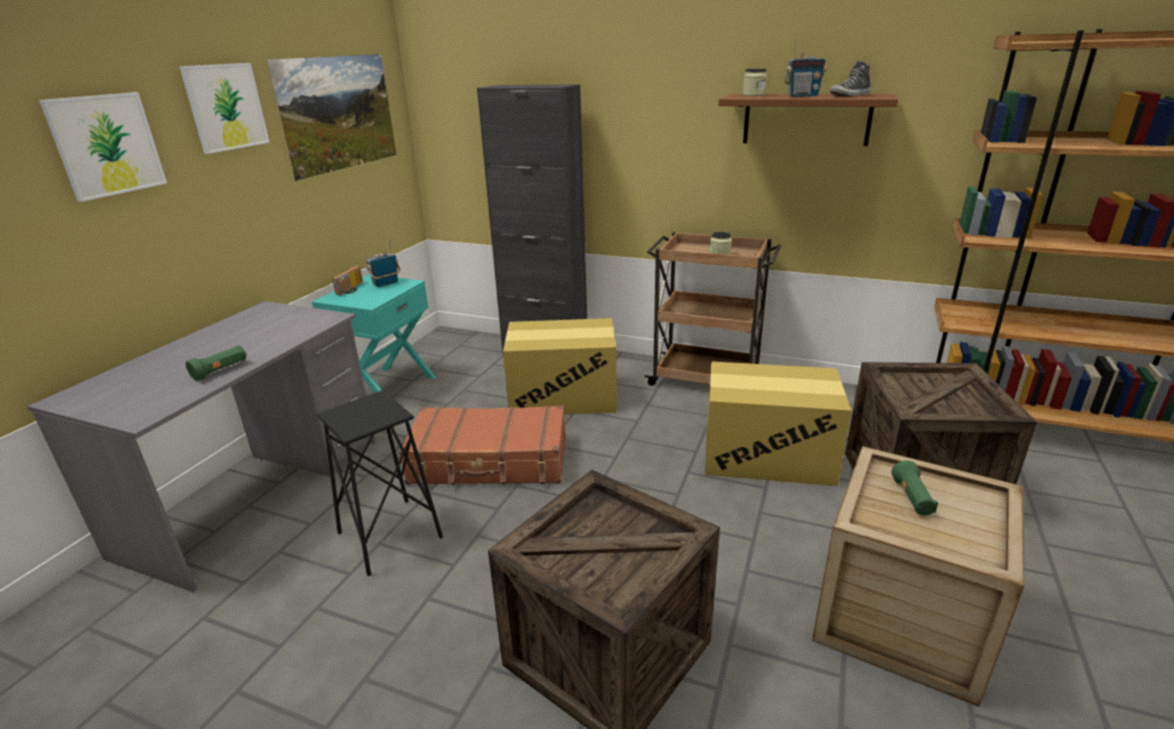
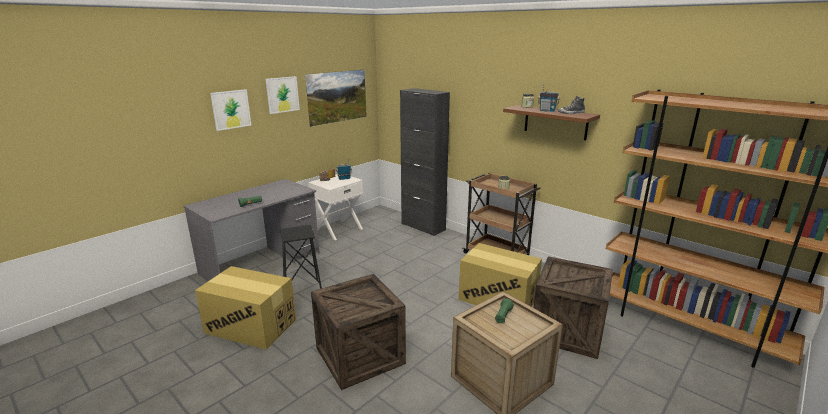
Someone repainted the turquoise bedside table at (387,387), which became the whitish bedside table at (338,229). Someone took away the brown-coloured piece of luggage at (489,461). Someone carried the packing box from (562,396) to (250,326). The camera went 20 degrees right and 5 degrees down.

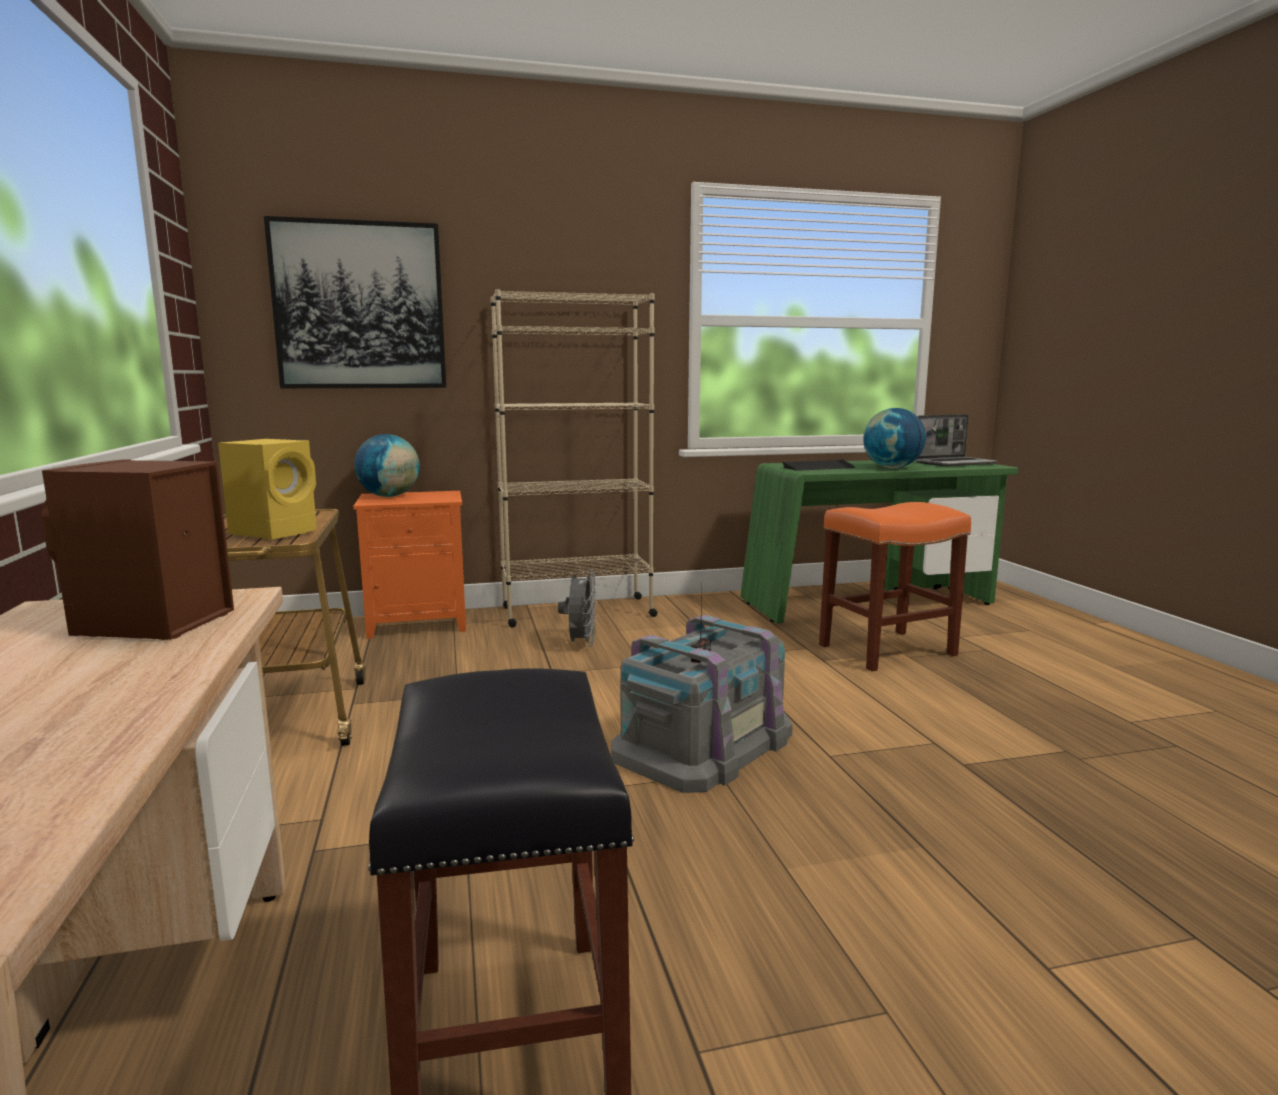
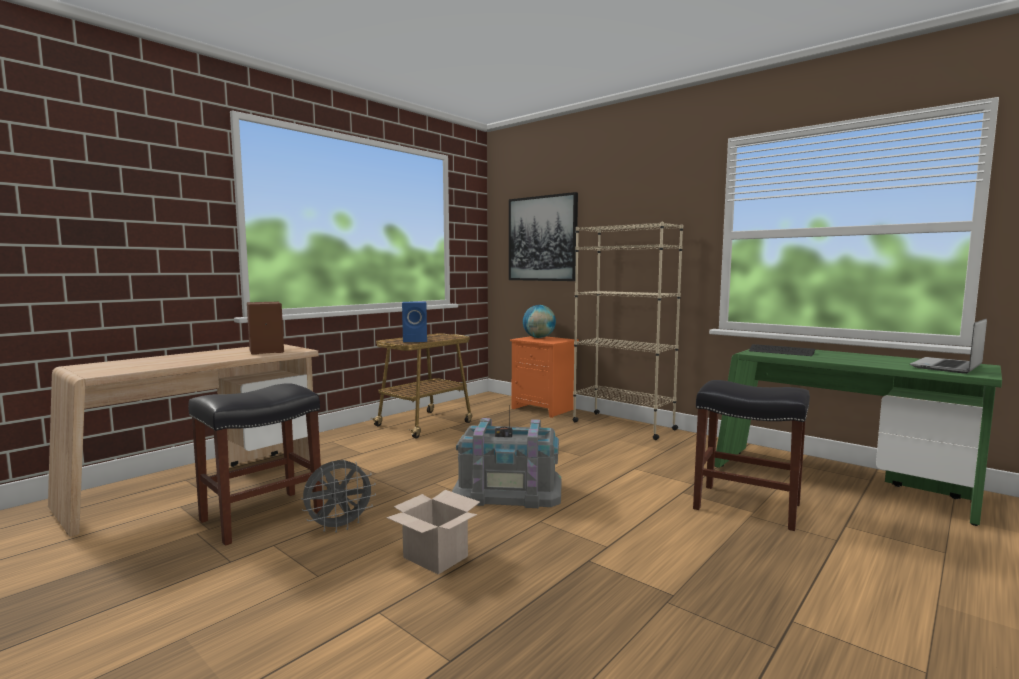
Someone repainted the yellow loudspeaker at (276,532), which became the blue-coloured loudspeaker at (416,340). Someone carried the gray cooling fan from (581,644) to (339,527). Someone repainted the orange-coloured stool at (886,650), which became the blackish stool at (745,506). Someone took away the globe at (892,468). Someone rotated the notebook computer at (955,463) by 105 degrees clockwise. Someone put down the packing box at (433,557). The camera went 55 degrees right and 5 degrees down.

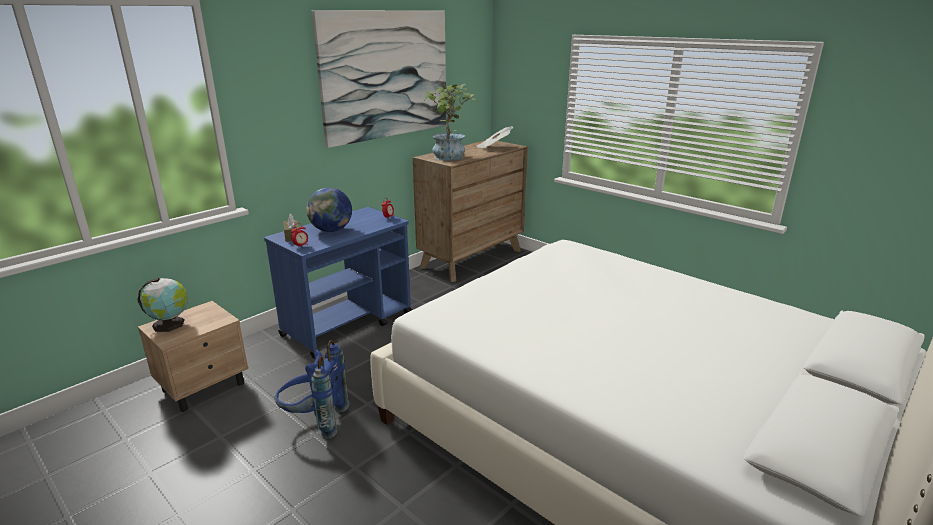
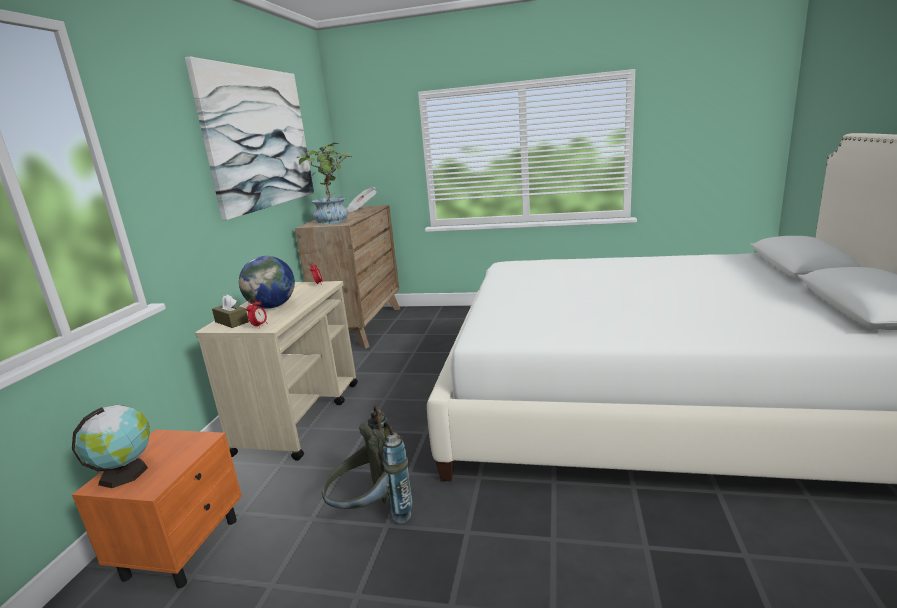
Someone repainted the beige bedside table at (205,386), which became the orange-coloured bedside table at (184,546). Someone repainted the blue-coloured cart at (348,324), which became the beige cart at (300,416). Someone repainted the blue-coloured rucksack at (314,421), which became the gray rucksack at (371,514). The camera went 30 degrees left and 5 degrees down.

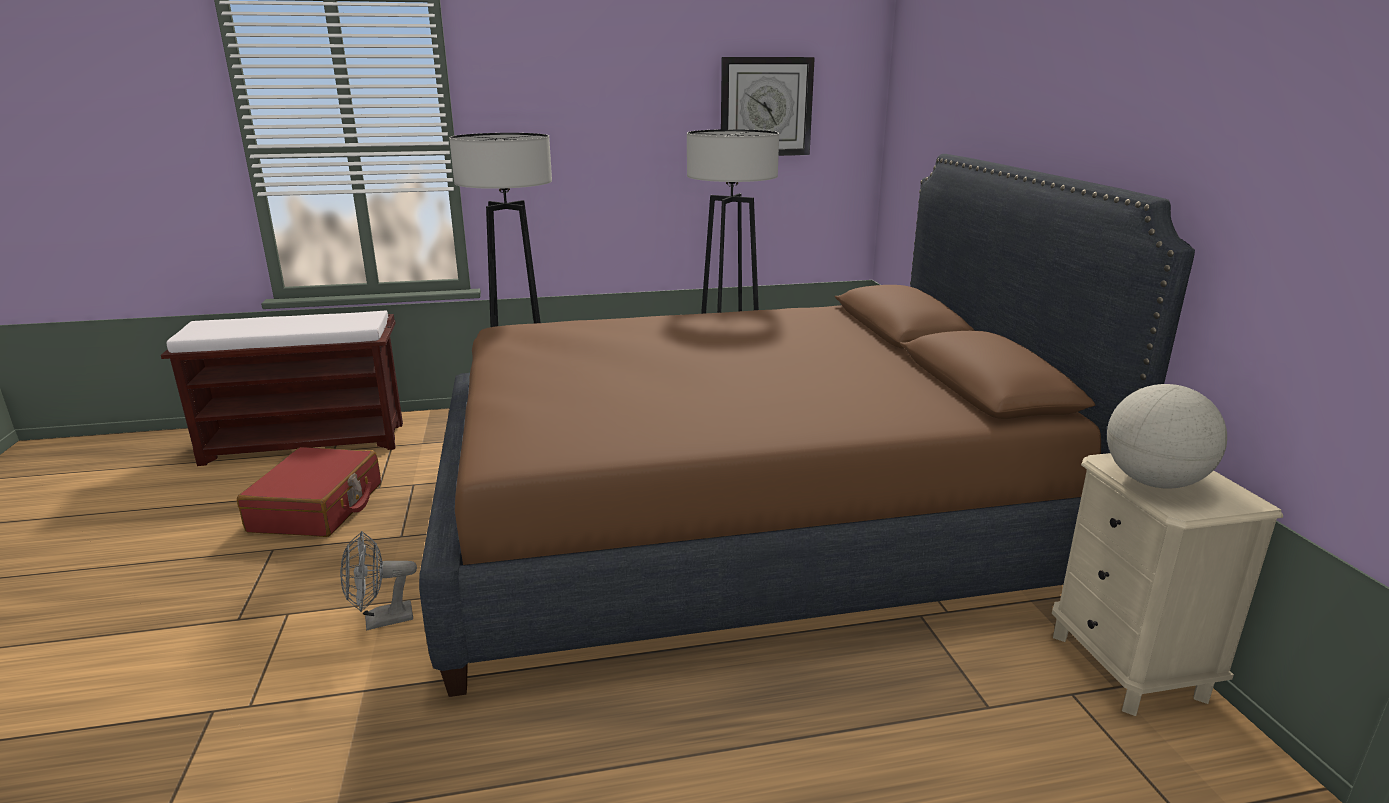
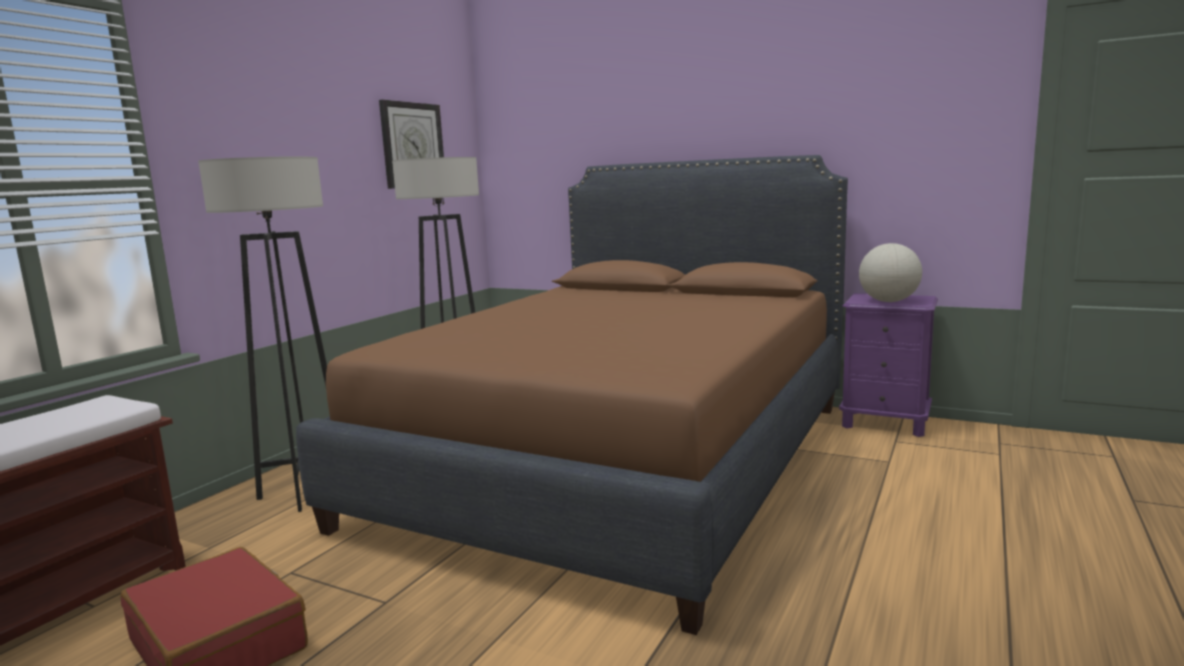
Someone took away the gray cooling fan at (380,621). Someone repainted the beige bedside table at (1128,666), which became the purple-coloured bedside table at (885,423). The camera went 50 degrees left and 10 degrees down.

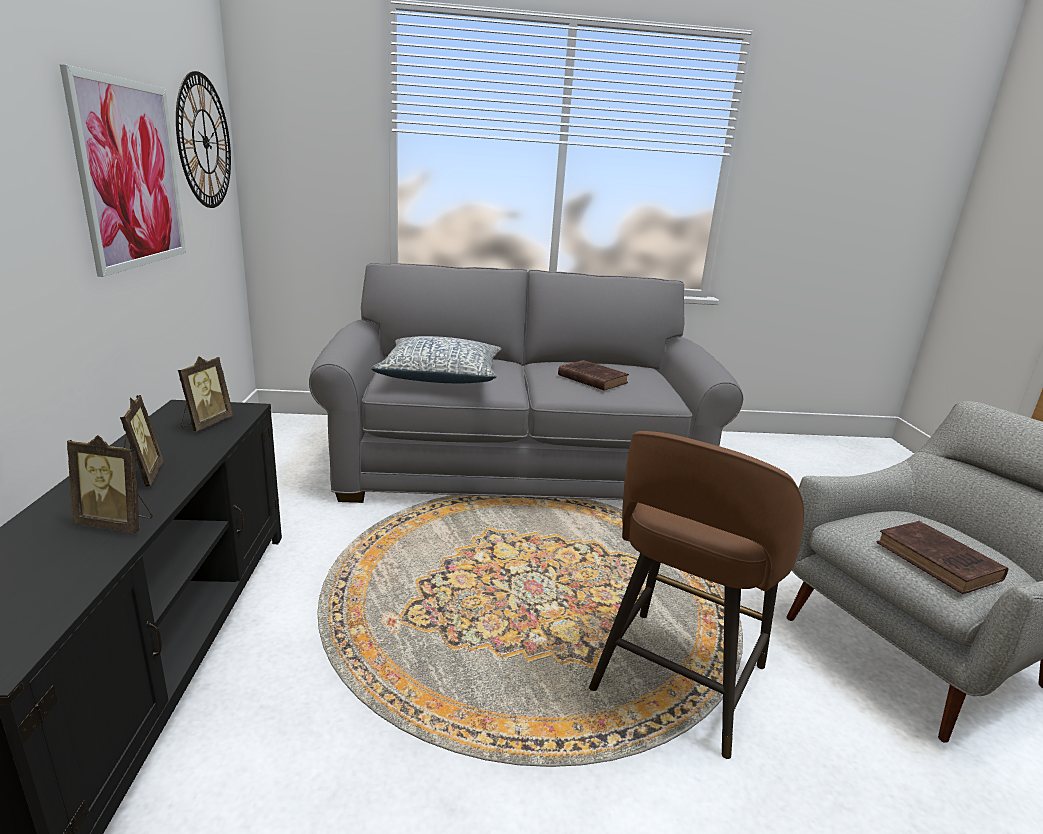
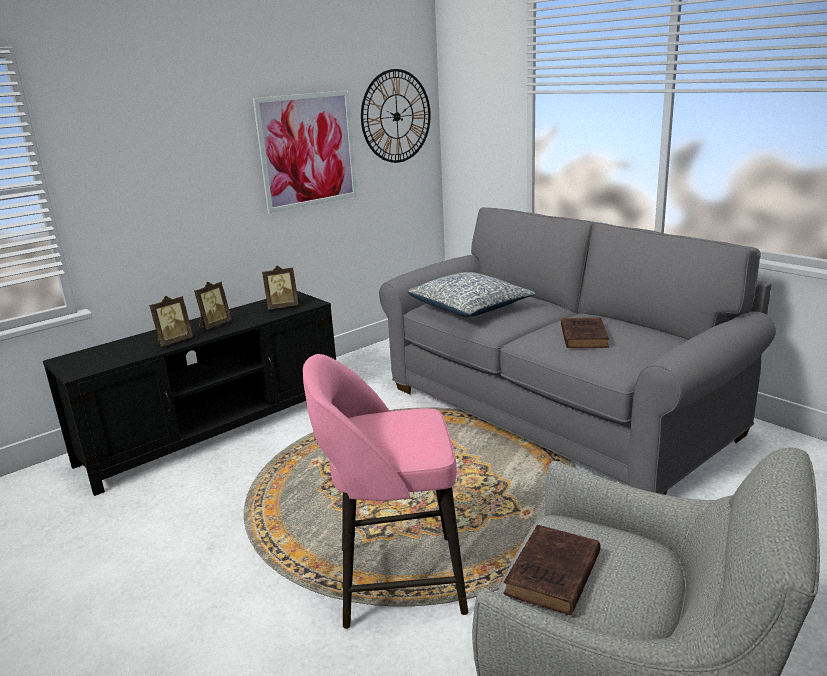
Someone rotated the photo frame at (118,523) by 105 degrees counterclockwise. Someone repainted the brown-coloured stool at (676,681), which became the pink stool at (395,580). The camera went 55 degrees right and 0 degrees up.

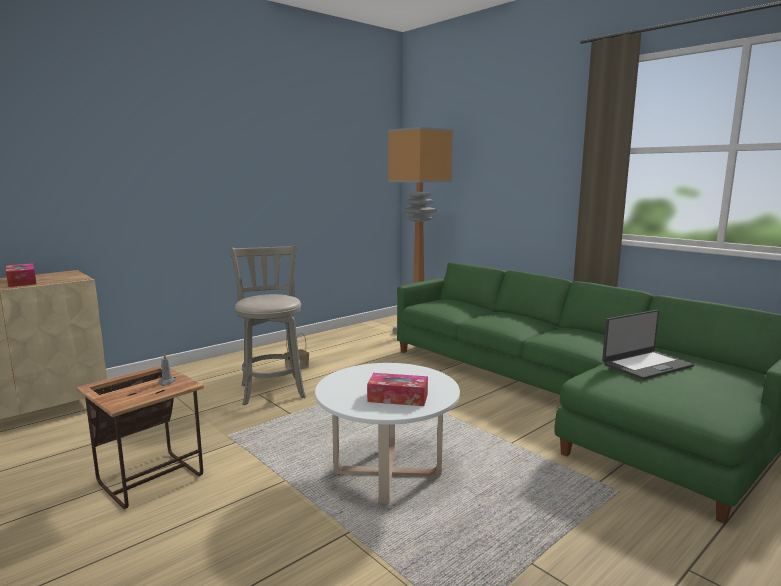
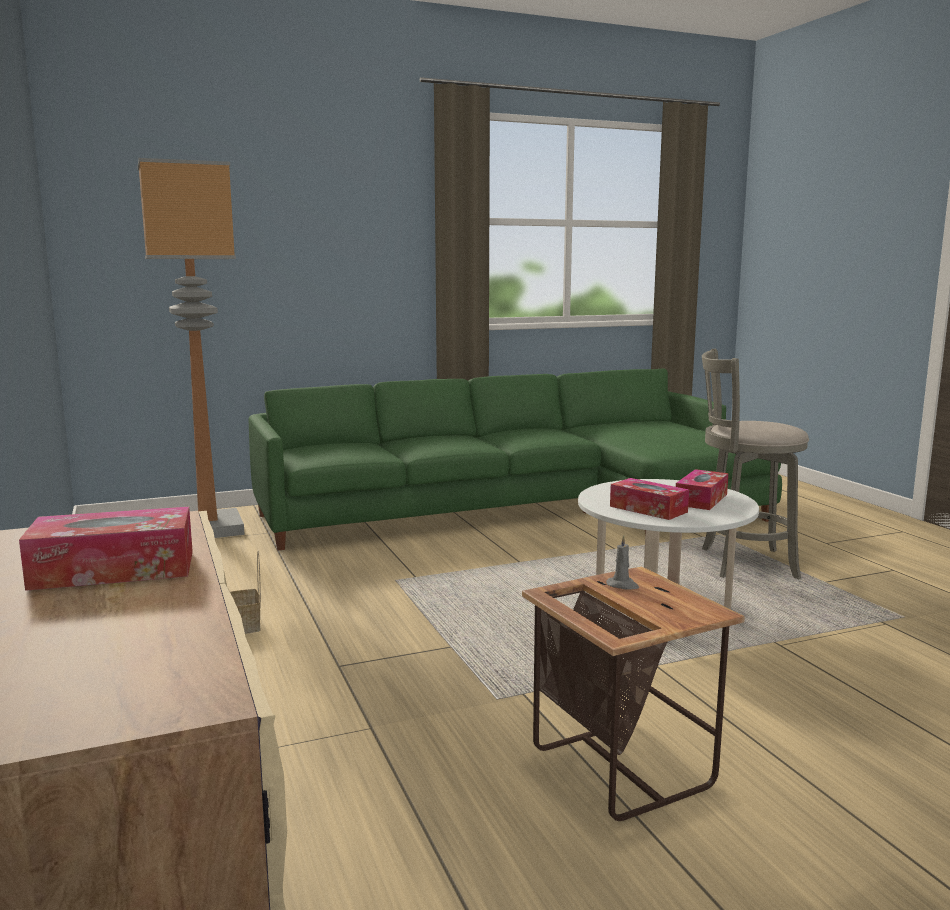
Someone carried the gray stool from (272,389) to (742,563). Someone took away the notebook computer at (646,365). Someone put down the box of tissues at (648,509). The camera went 70 degrees left and 0 degrees up.

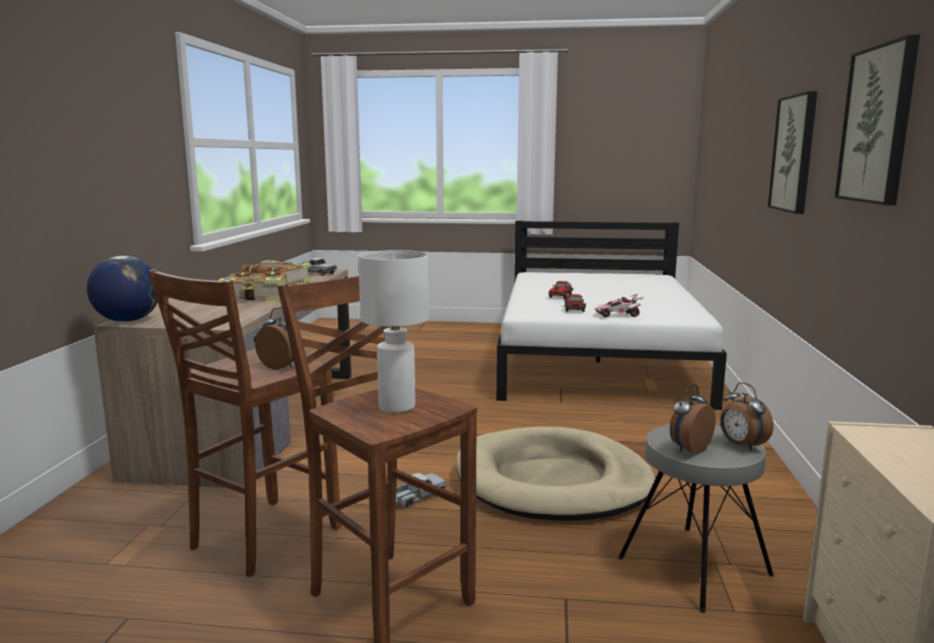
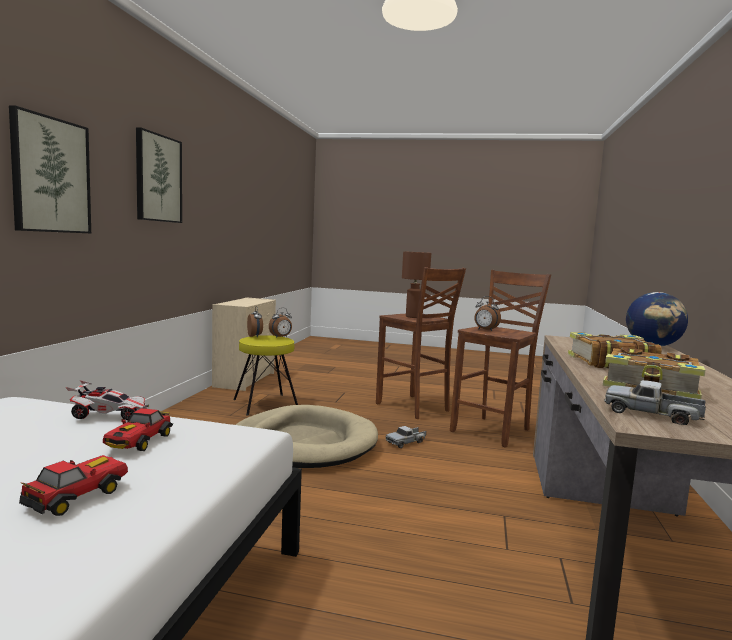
Someone repainted the whitish tabletop lamp at (396,407), which became the brown-coloured tabletop lamp at (413,317). Someone repainted the gray stool at (694,567), which became the yellow stool at (265,404). The camera went 175 degrees left and 5 degrees down.

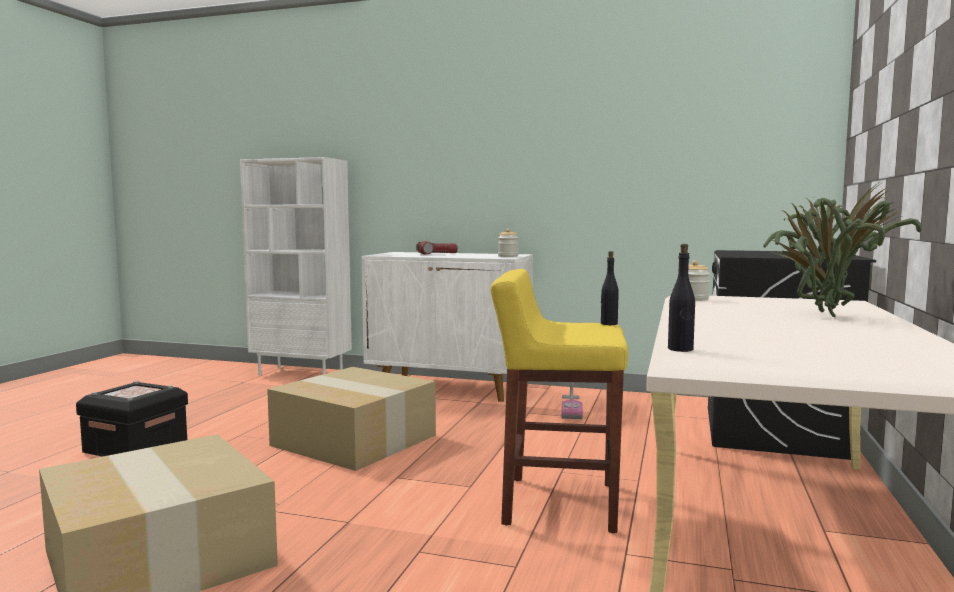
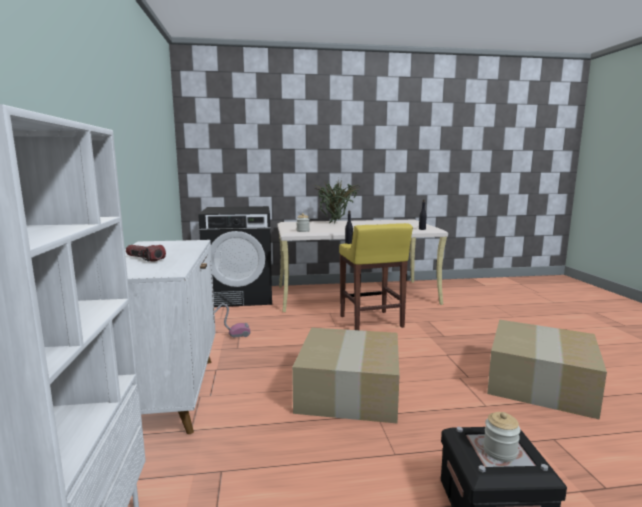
Someone carried the jar from (508,256) to (499,451). The camera went 115 degrees left and 5 degrees up.

